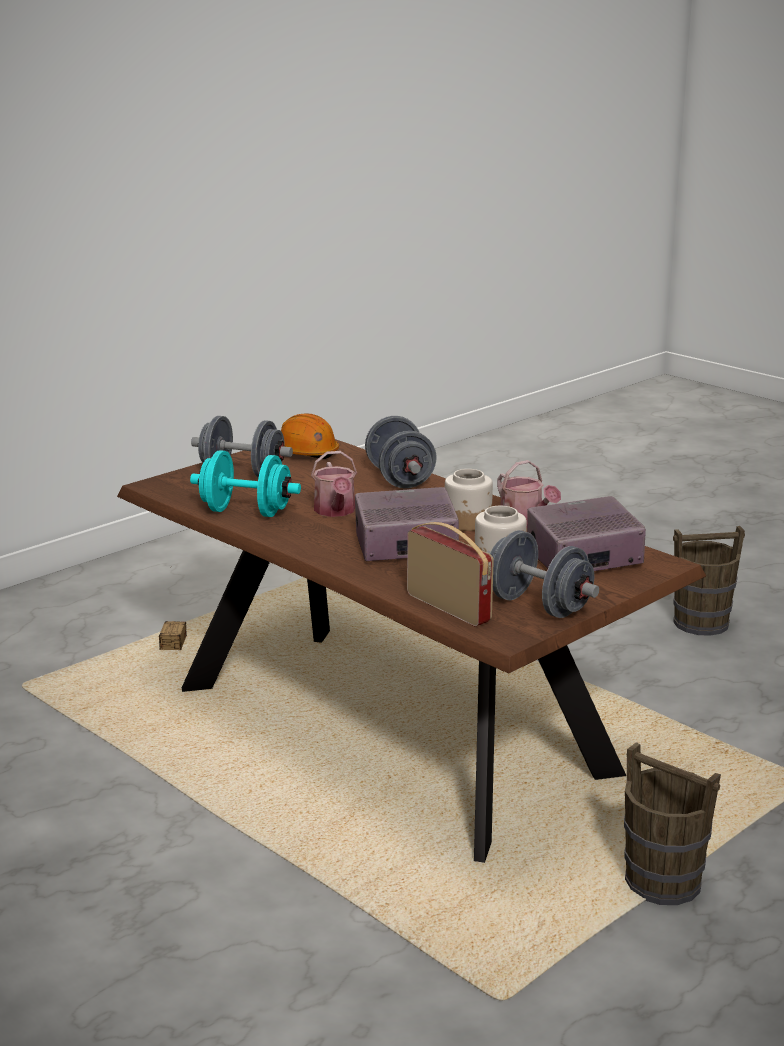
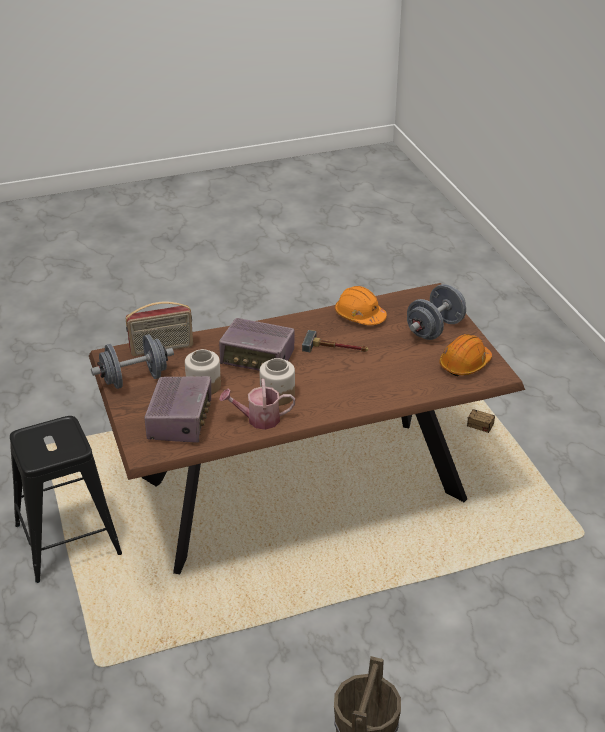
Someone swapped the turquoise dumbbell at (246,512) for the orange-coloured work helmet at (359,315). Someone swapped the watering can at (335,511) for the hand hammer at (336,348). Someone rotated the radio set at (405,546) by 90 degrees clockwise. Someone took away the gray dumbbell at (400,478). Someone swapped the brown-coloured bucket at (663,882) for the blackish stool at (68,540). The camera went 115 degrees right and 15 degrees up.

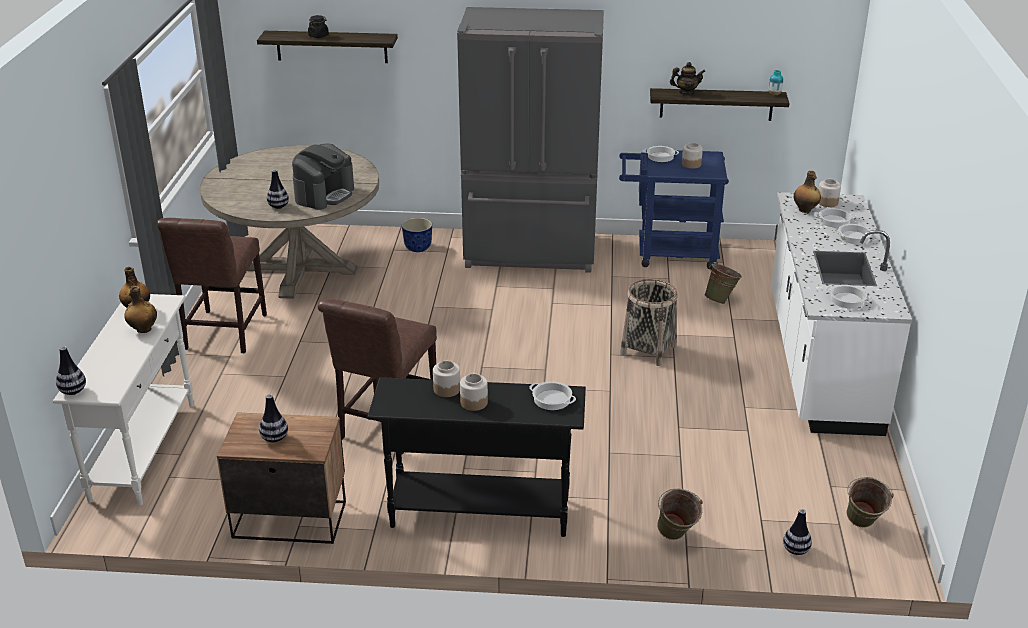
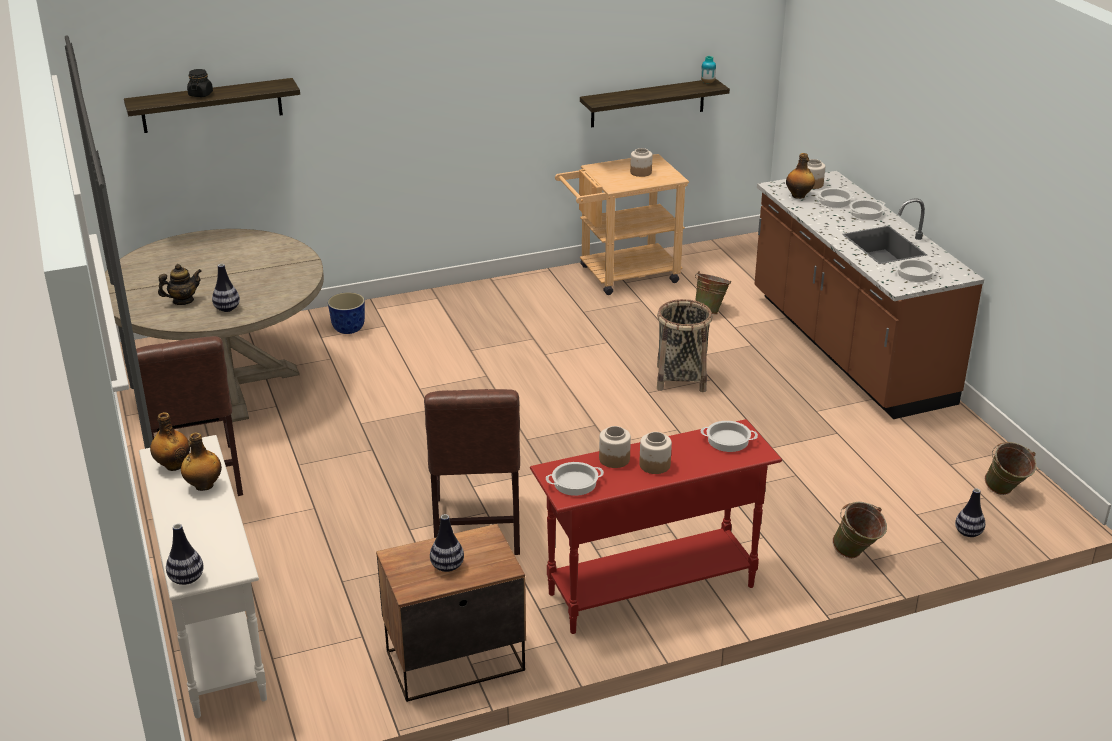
Someone took away the coffee brewer at (324,195). Someone repainted the blackish hall table at (479,512), which became the reddish hall table at (650,590). Someone took away the gray kitchen fridge at (530,253). Someone repainted the blue-coloured cart at (668,253), which became the beige cart at (620,275). Someone carried the cooking pot from (660,156) to (575,483). Someone carried the pot for tea from (686,92) to (183,301). Someone repainted the whitish kitchen base unit at (820,360), which became the brown-coloured kitchen base unit at (847,348). The camera went 25 degrees left and 0 degrees up.

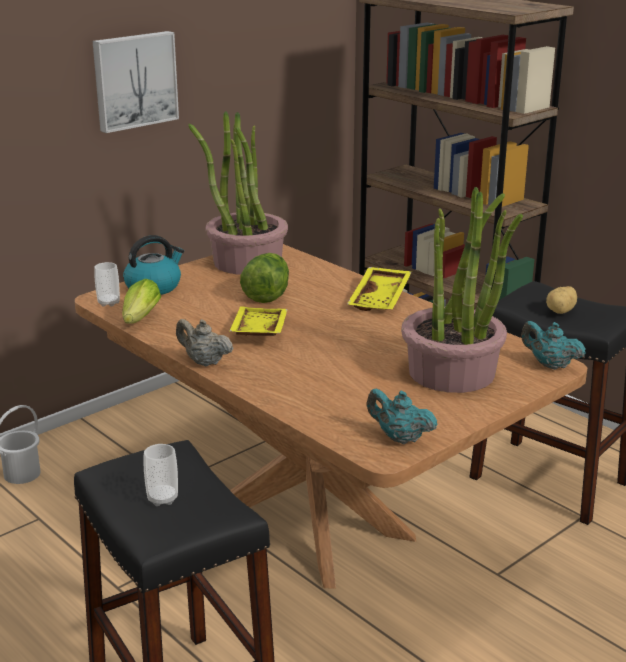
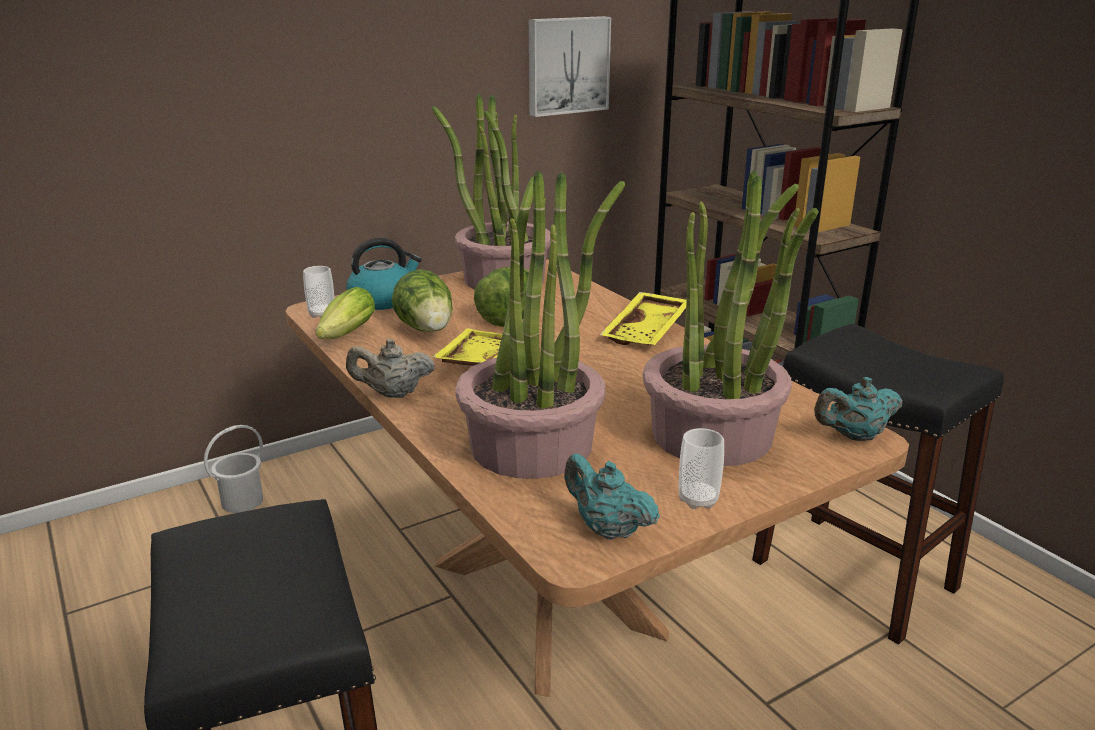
Someone carried the picture from (134,80) to (567,65). Someone carried the cup from (162,498) to (698,500). Someone rotated the beige pot for tea at (204,362) by 45 degrees counterclockwise. Someone rotated the turquoise pot for tea at (550,365) by 60 degrees counterclockwise. Someone took away the potato at (561,311). Someone put down the lettuce at (427,330). Someone put down the houseplant at (532,445). The camera went 10 degrees right and 0 degrees up.

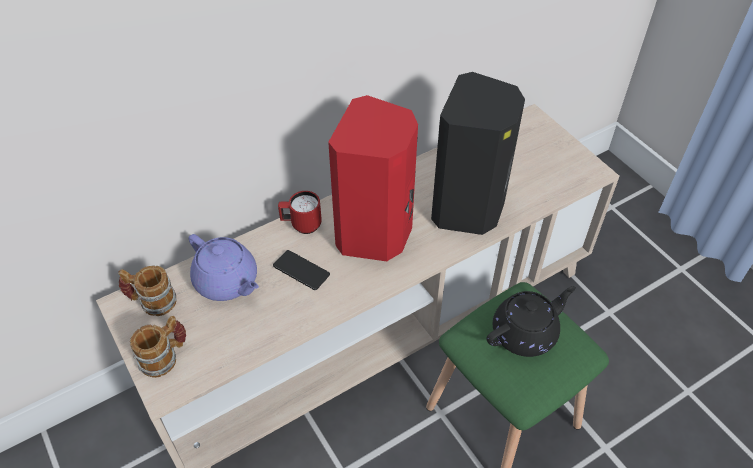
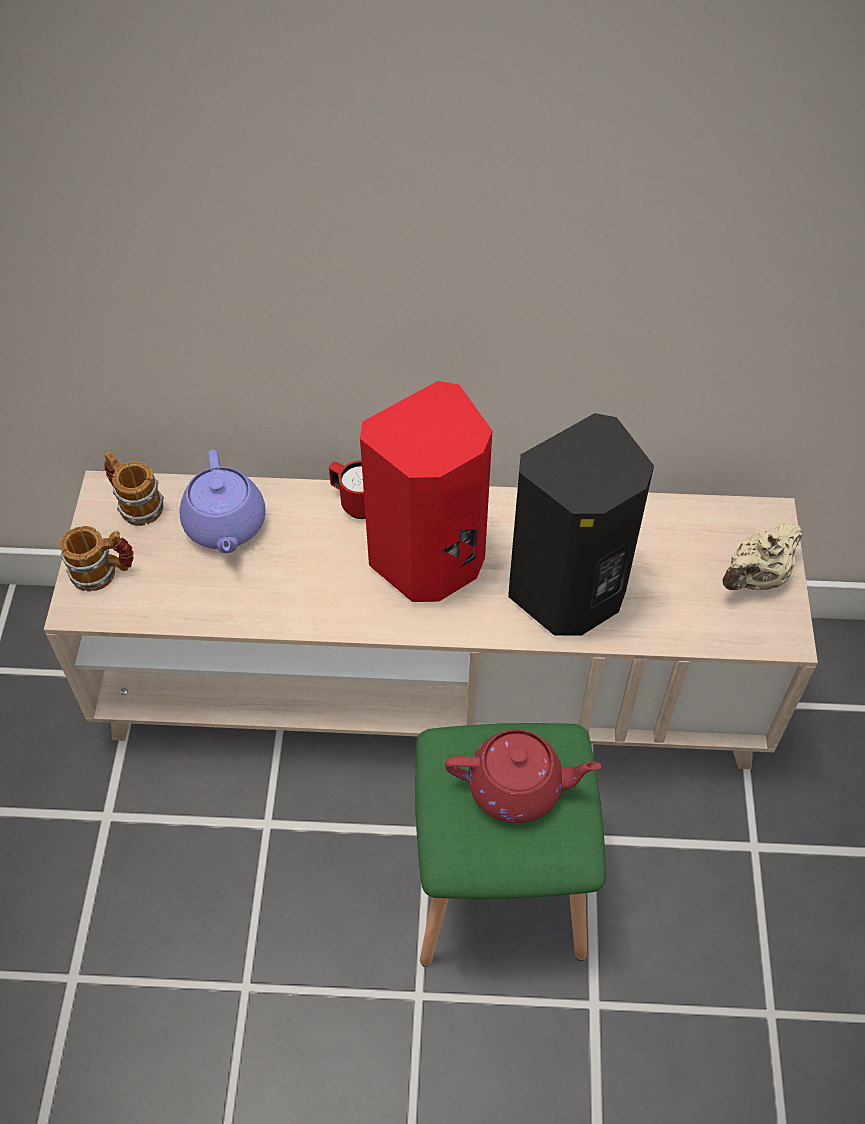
Someone took away the telephone at (301,270). Someone repainted the blackish pot for tea at (525,333), which became the reddish pot for tea at (518,787). Someone put down the beige pot for tea at (756,578). The camera went 35 degrees right and 5 degrees up.

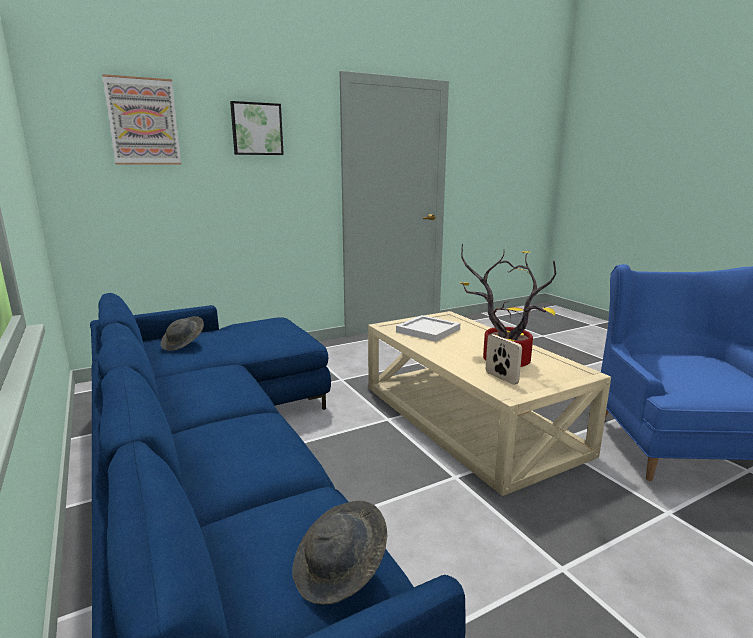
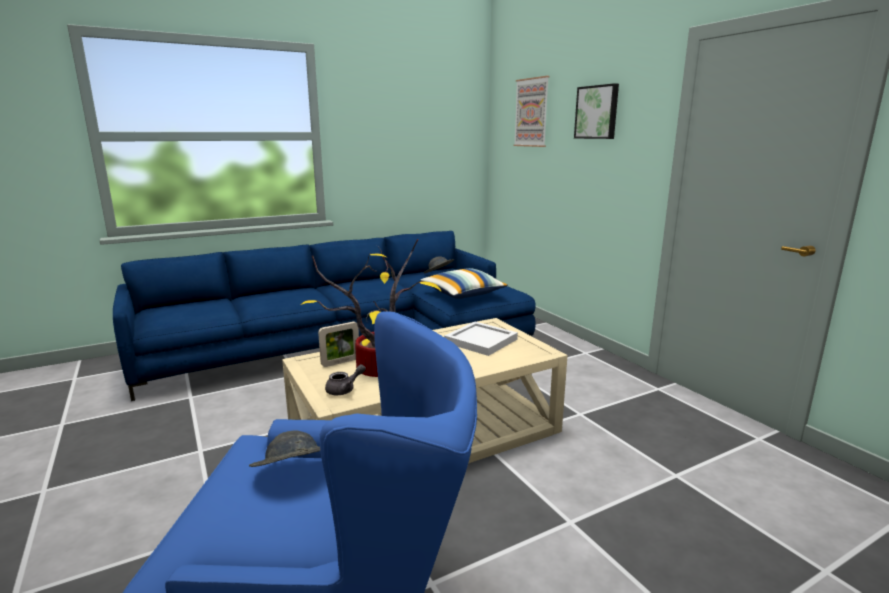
Someone carried the gray clothing hat from (340,571) to (292,473). Someone put down the gray pot for tea at (344,390). Someone put down the pillow at (463,294). The camera went 90 degrees right and 0 degrees up.

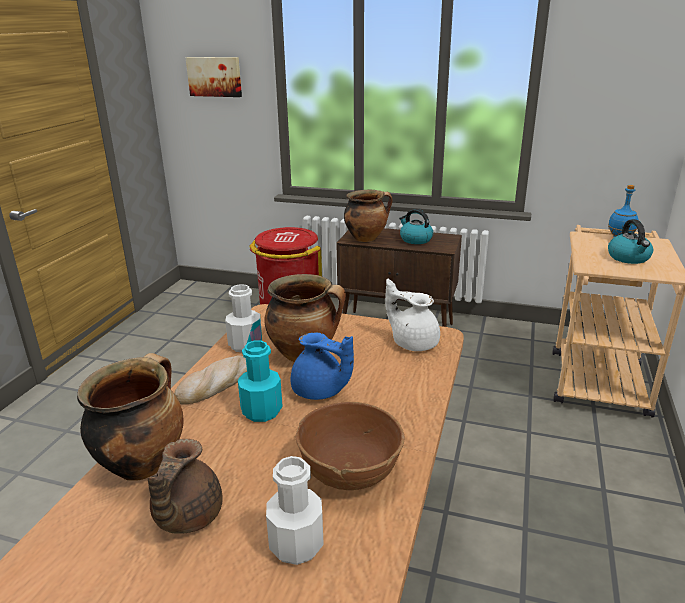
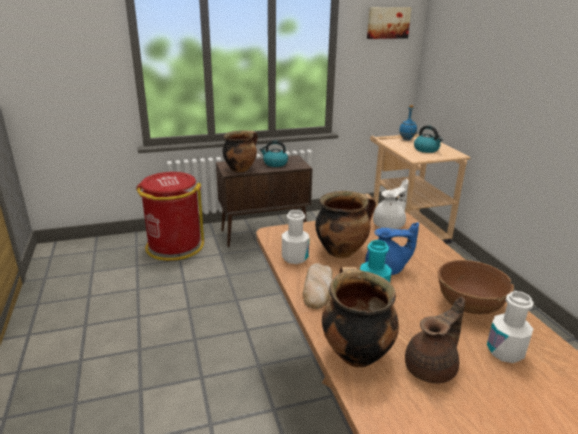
Someone rotated the brown-coloured pot for tea at (186,517) by 105 degrees counterclockwise. Someone carried the picture from (215,76) to (388,22). Someone rotated the whitish pot for tea at (413,342) by 135 degrees clockwise. The camera went 35 degrees left and 0 degrees up.

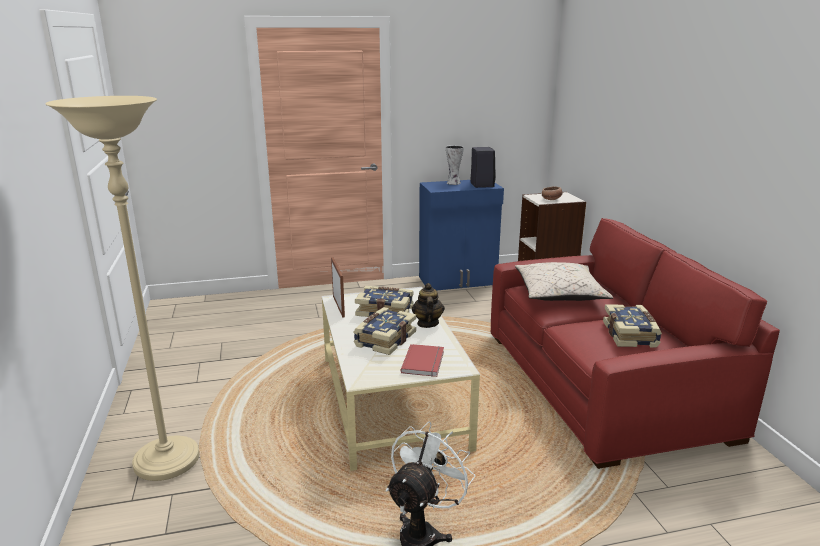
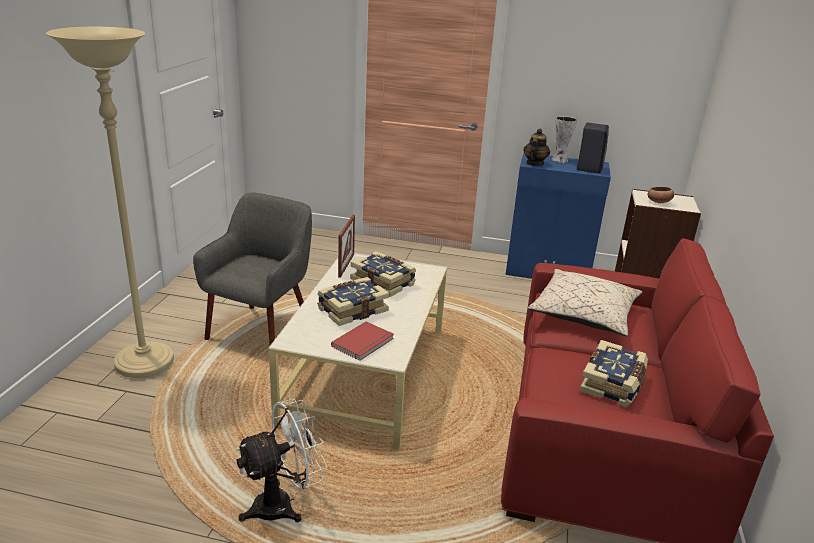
Someone carried the pot for tea from (427,323) to (534,164). Someone put down the gray lounge chair at (261,331). The camera went 25 degrees right and 5 degrees up.

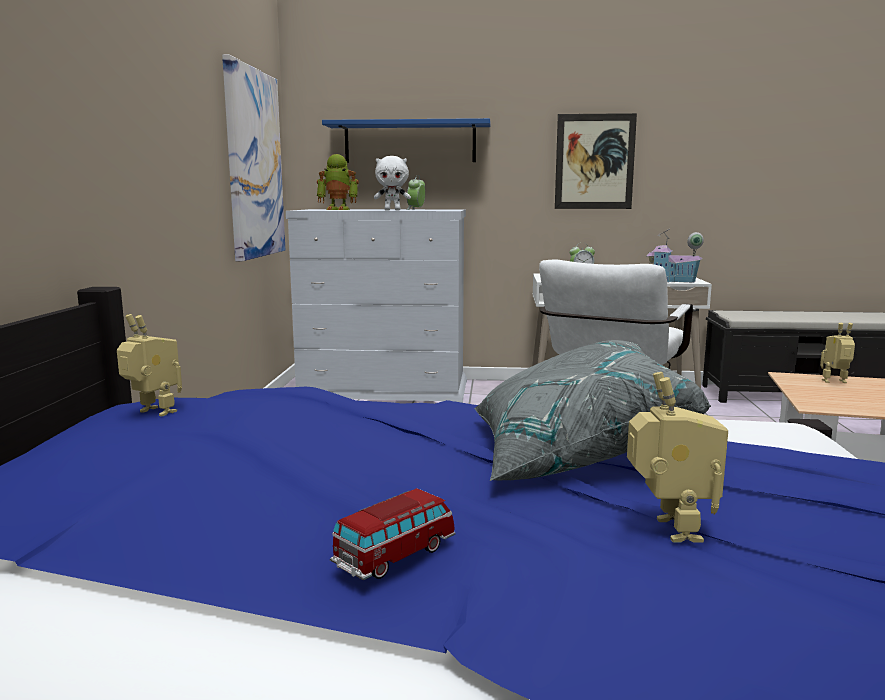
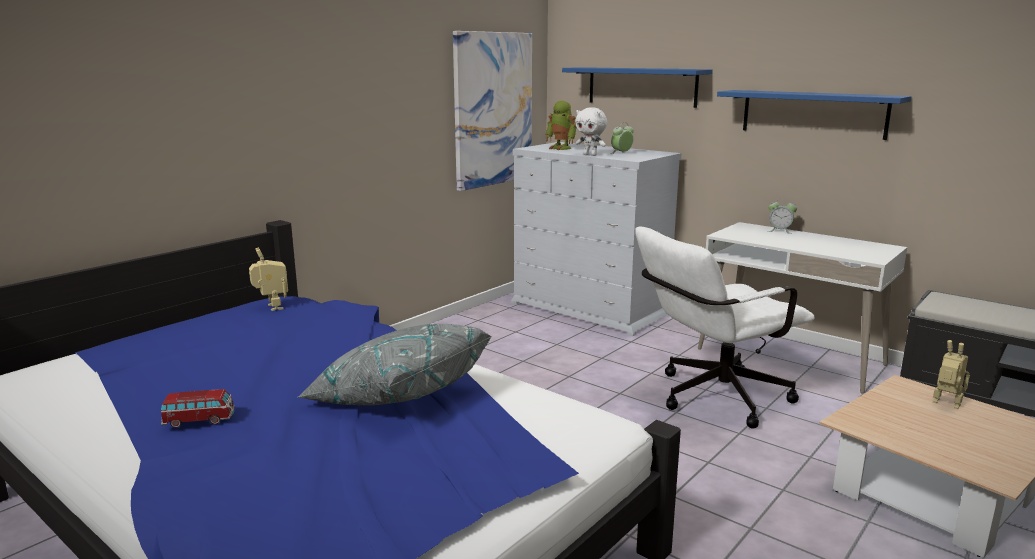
Someone swapped the picture at (594,162) for the blue-coloured wall shelf at (813,113). Someone took away the model robot at (669,530). Someone took away the model house at (672,281). The camera went 35 degrees right and 5 degrees up.

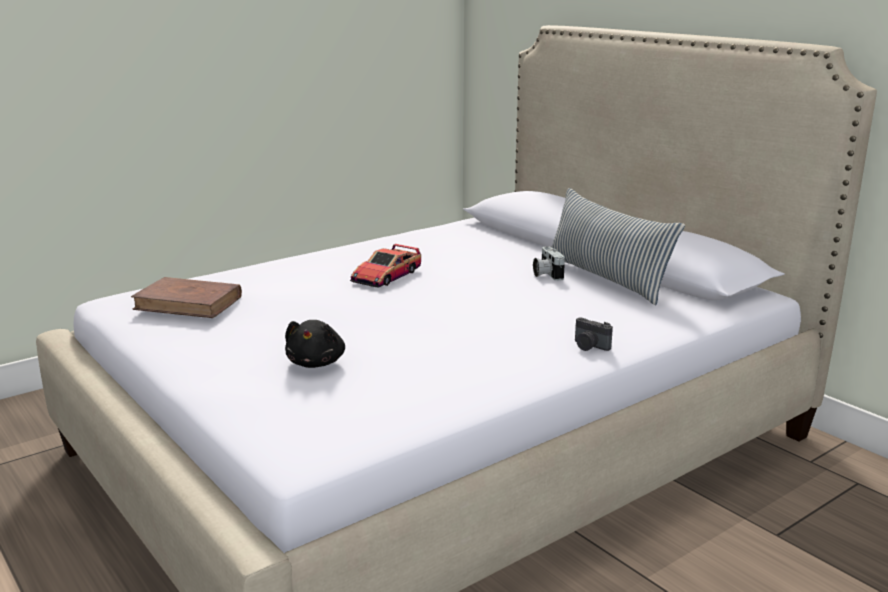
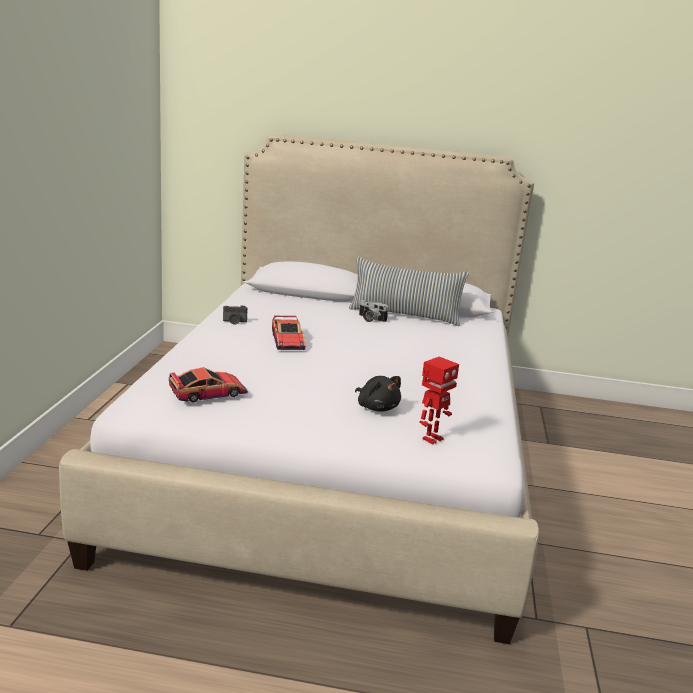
Someone swapped the brown-coloured book at (189,303) for the miniature car at (208,393). Someone carried the photo camera from (589,346) to (234,322). Someone put down the model robot at (431,439). The camera went 45 degrees left and 0 degrees up.

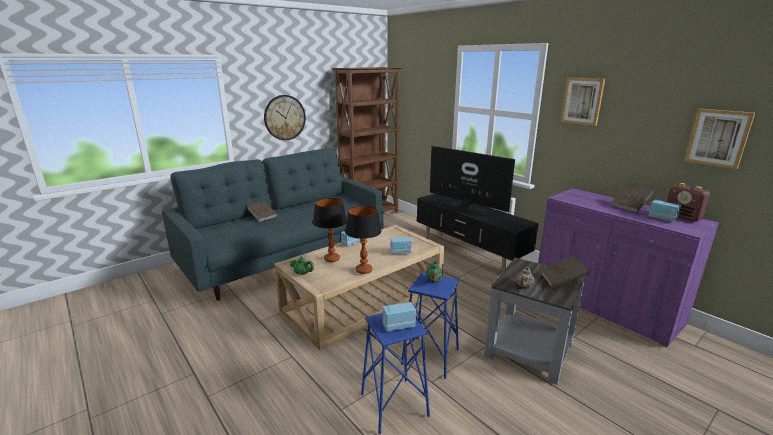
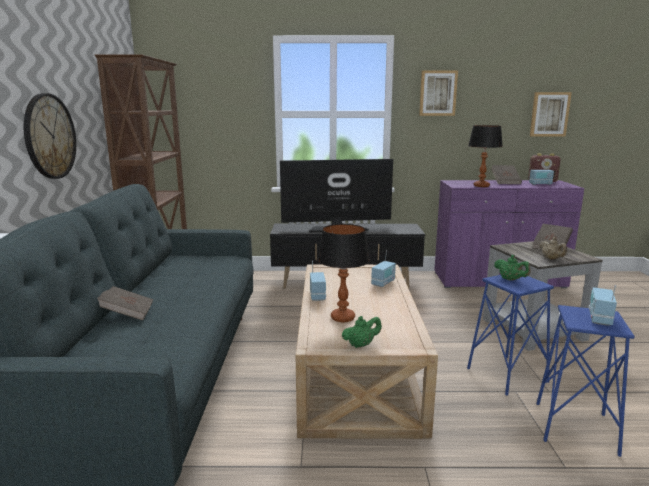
Someone carried the tabletop lamp from (364,270) to (481,186). The camera went 50 degrees left and 5 degrees down.

